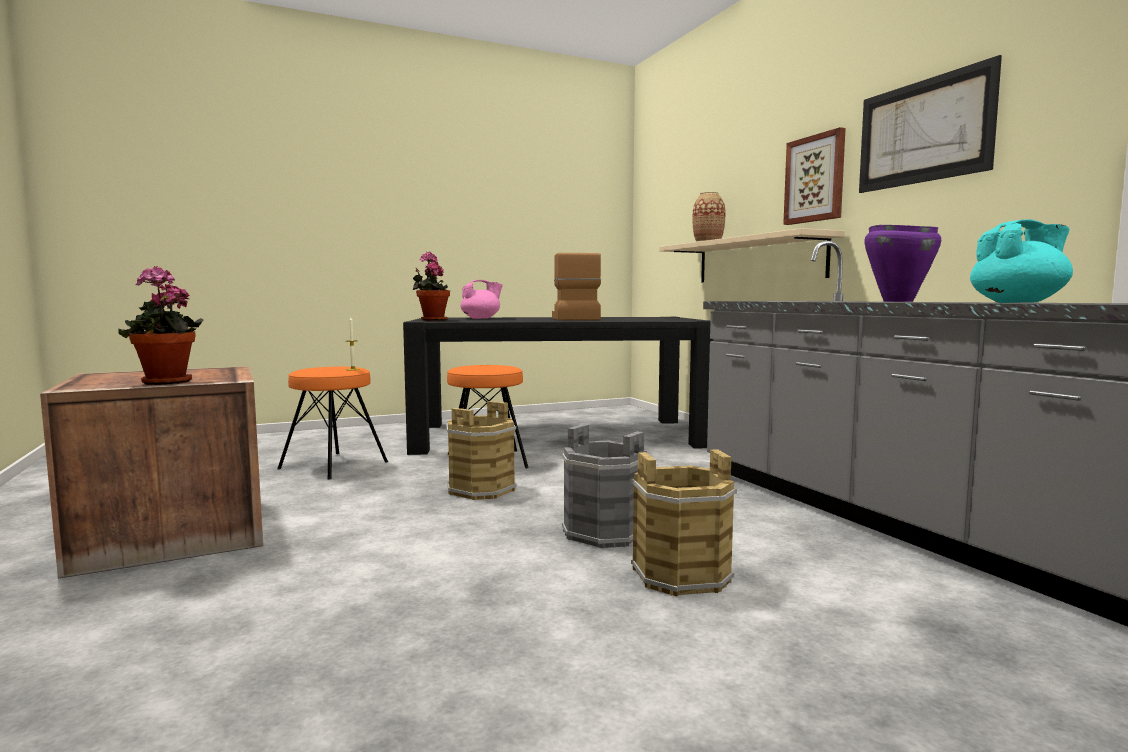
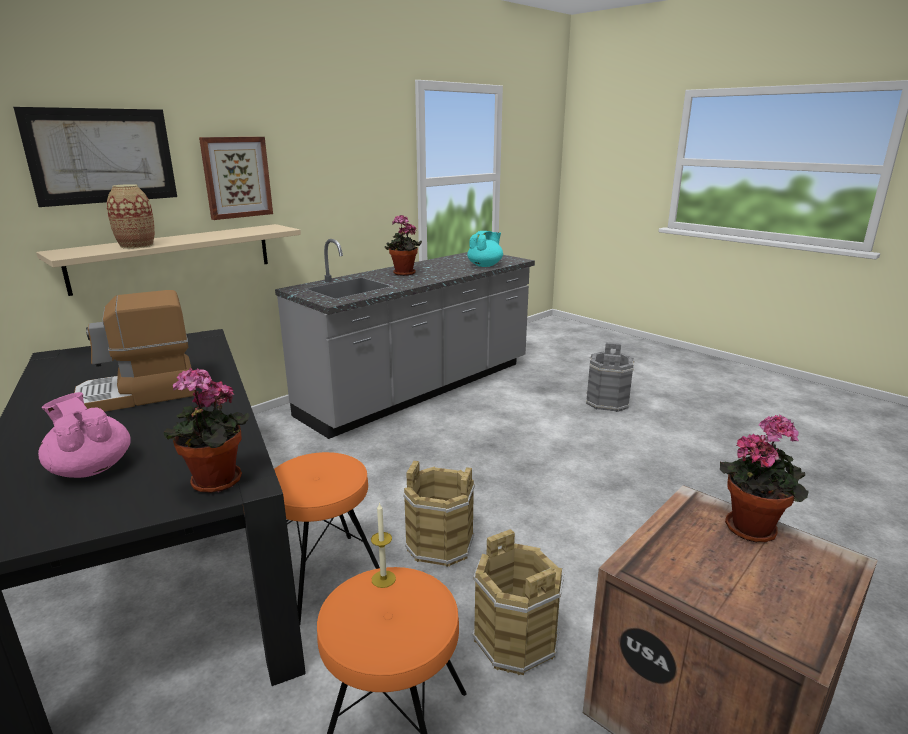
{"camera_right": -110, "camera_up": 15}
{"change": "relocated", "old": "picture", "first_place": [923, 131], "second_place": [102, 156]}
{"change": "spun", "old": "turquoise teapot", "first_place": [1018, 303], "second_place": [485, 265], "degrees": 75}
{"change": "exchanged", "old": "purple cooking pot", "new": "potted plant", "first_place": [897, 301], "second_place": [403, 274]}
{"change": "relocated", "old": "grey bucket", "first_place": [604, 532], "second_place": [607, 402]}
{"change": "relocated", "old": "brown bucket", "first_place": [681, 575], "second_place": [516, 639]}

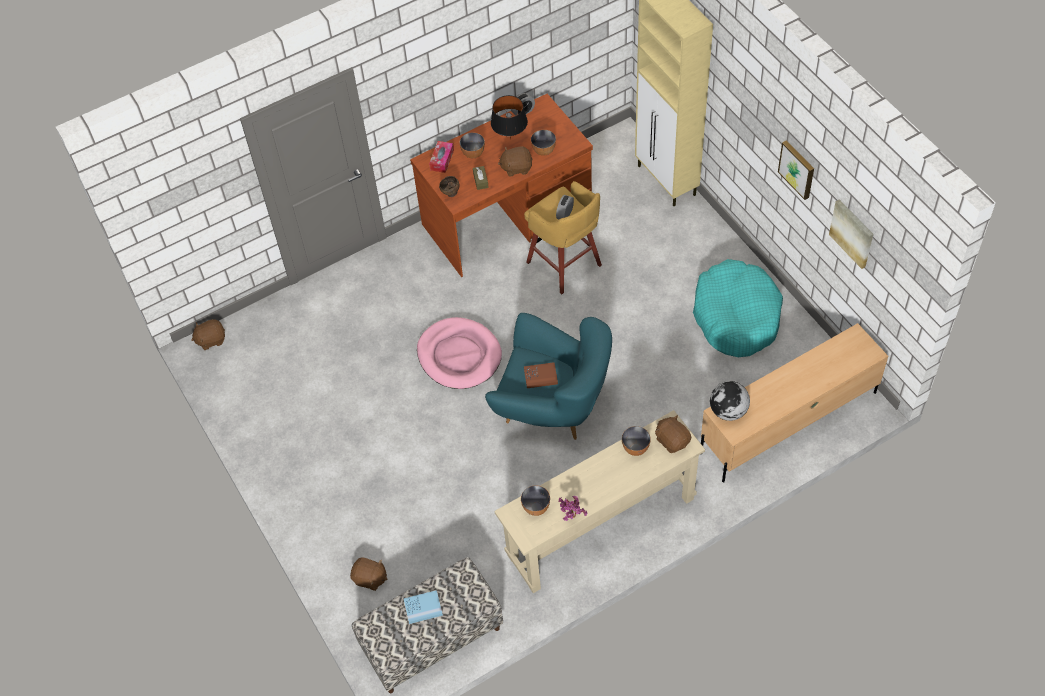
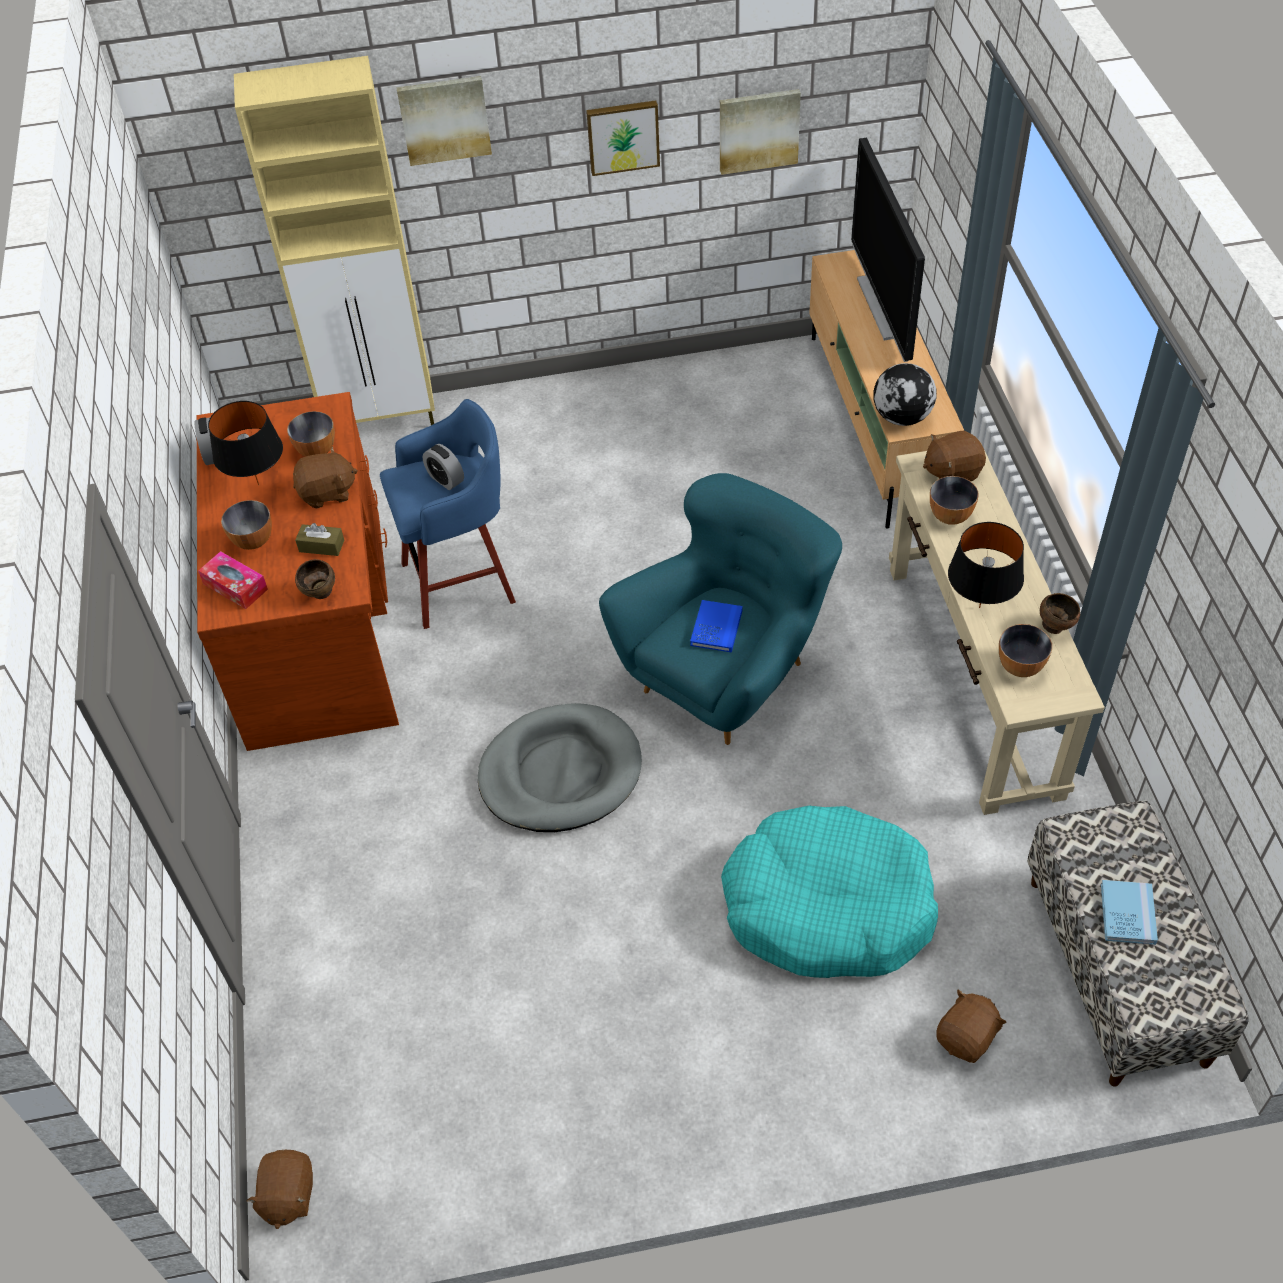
{"camera_right": -70, "camera_up": -5}
{"change": "spun", "old": "brown plush toy", "first_place": [516, 168], "second_place": [327, 493], "degrees": -120}
{"change": "colour", "old": "yellow stool", "new": "blue stool", "first_place": [565, 265], "second_place": [462, 582]}
{"change": "relocated", "old": "turquoise dog bed", "first_place": [736, 316], "second_place": [827, 906]}
{"change": "colour", "old": "pink dog bed", "new": "grey dog bed", "first_place": [459, 355], "second_place": [560, 772]}
{"change": "colour", "old": "brown book", "new": "blue book", "first_place": [540, 376], "second_place": [716, 628]}
{"change": "exchanged", "old": "potted plant", "new": "brown bowl", "first_place": [572, 518], "second_place": [1055, 626]}
{"change": "appeared", "new": "picture", "second_place": [444, 119]}
{"change": "appeared", "new": "television", "second_place": [885, 306]}
{"change": "appeared", "new": "black table lamp", "second_place": [979, 607]}

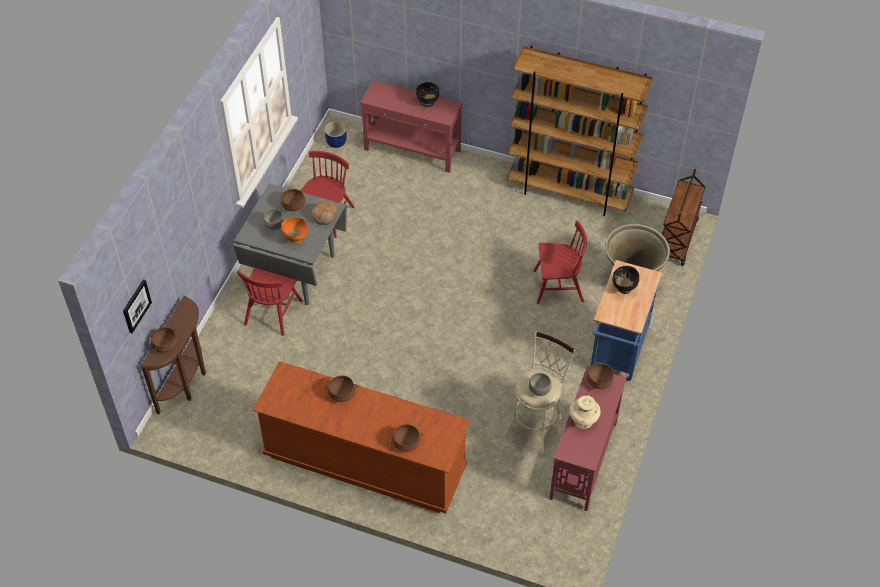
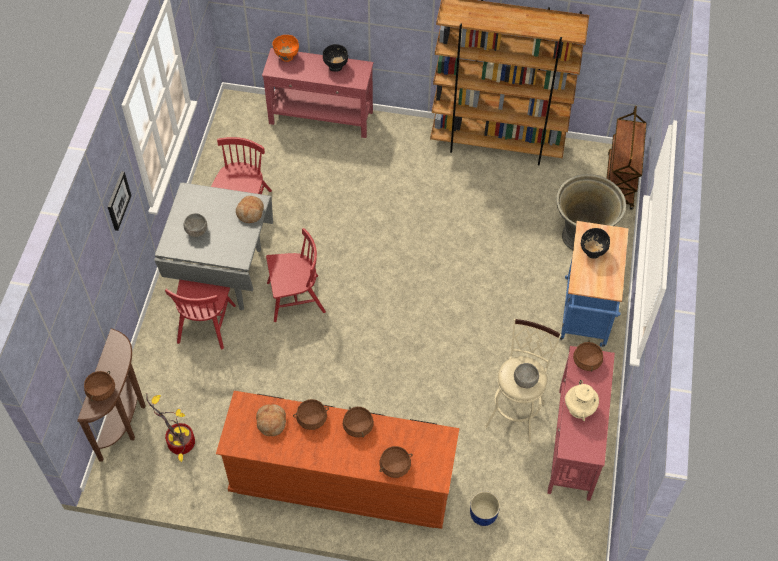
{"camera_right": -10, "camera_up": 5}
{"change": "relocated", "old": "blue planter", "first_place": [336, 142], "second_place": [482, 514]}
{"change": "relocated", "old": "brown cooking pot", "first_place": [293, 205], "second_place": [357, 426]}
{"change": "relocated", "old": "orange bowl", "first_place": [296, 239], "second_place": [286, 57]}
{"change": "relocated", "old": "red chair", "first_place": [558, 286], "second_place": [295, 298]}
{"change": "relocated", "old": "picture", "first_place": [136, 306], "second_place": [118, 200]}
{"change": "appeared", "new": "potted plant", "second_place": [178, 442]}
{"change": "appeared", "new": "bread", "second_place": [271, 422]}

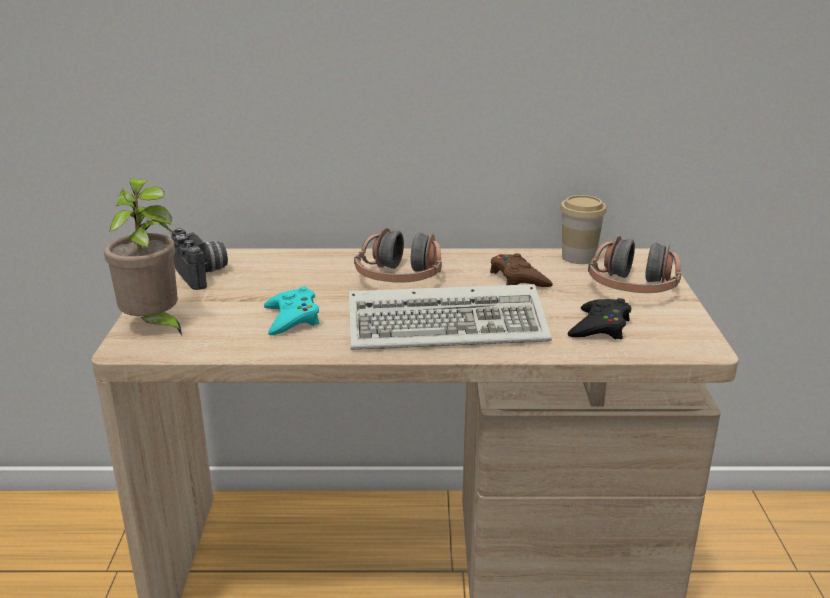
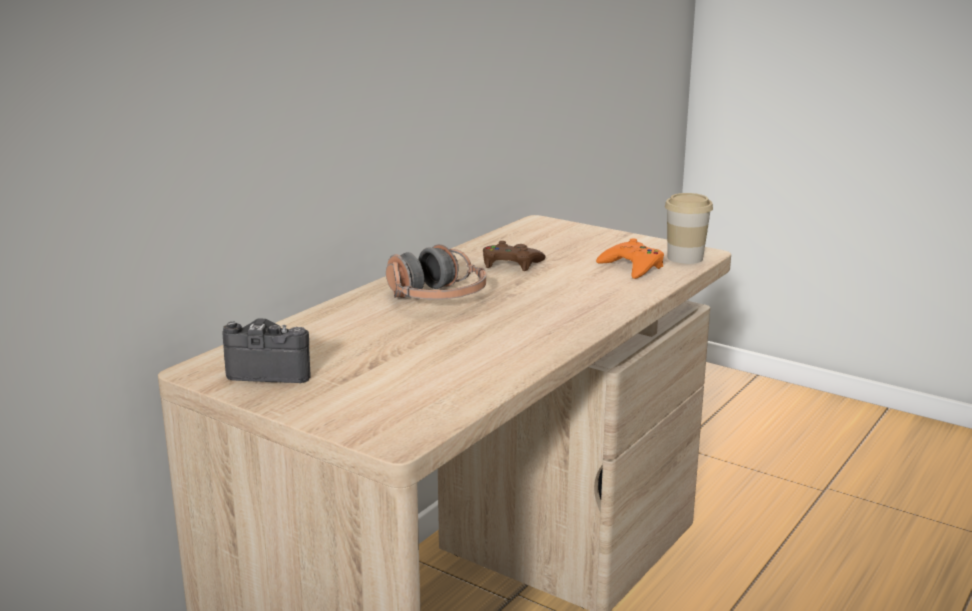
{"camera_right": -55, "camera_up": -5}
{"change": "missing", "old": "potted plant", "first_place": [154, 327]}
{"change": "relocated", "old": "cup", "first_place": [578, 257], "second_place": [685, 258]}
{"change": "missing", "old": "headphones", "first_place": [632, 287]}
{"change": "missing", "old": "keyboard", "first_place": [451, 325]}
{"change": "missing", "old": "turquoise game controller", "first_place": [292, 318]}
{"change": "colour", "old": "black game controller", "new": "orange game controller", "first_place": [600, 327], "second_place": [632, 267]}

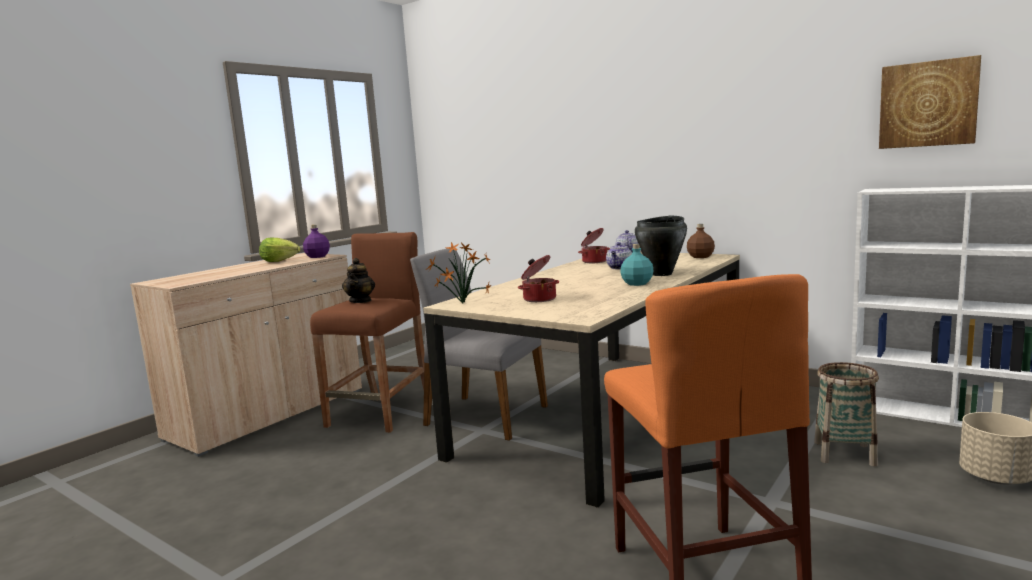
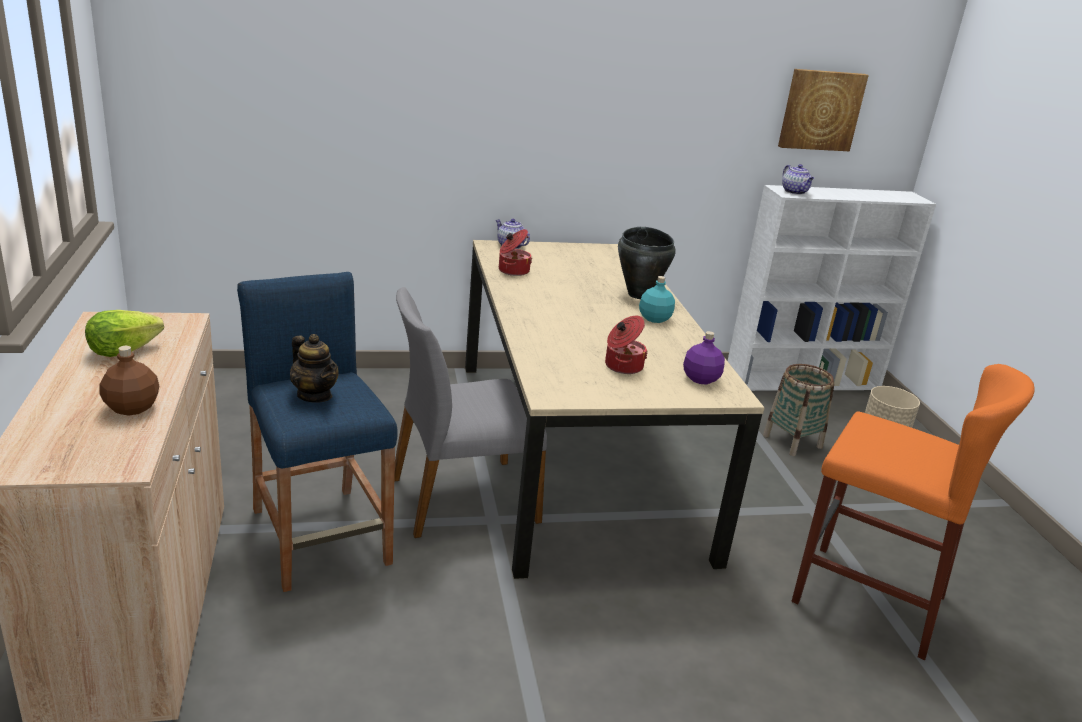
{"camera_right": -50, "camera_up": 15}
{"change": "relocated", "old": "brown bottle", "first_place": [700, 257], "second_place": [132, 407]}
{"change": "relocated", "old": "purple bottle", "first_place": [318, 256], "second_place": [701, 379]}
{"change": "colour", "old": "brown stool", "new": "blue stool", "first_place": [381, 411], "second_place": [320, 536]}
{"change": "missing", "old": "potted plant", "first_place": [461, 303]}
{"change": "relocated", "old": "teapot", "first_place": [619, 268], "second_place": [795, 192]}

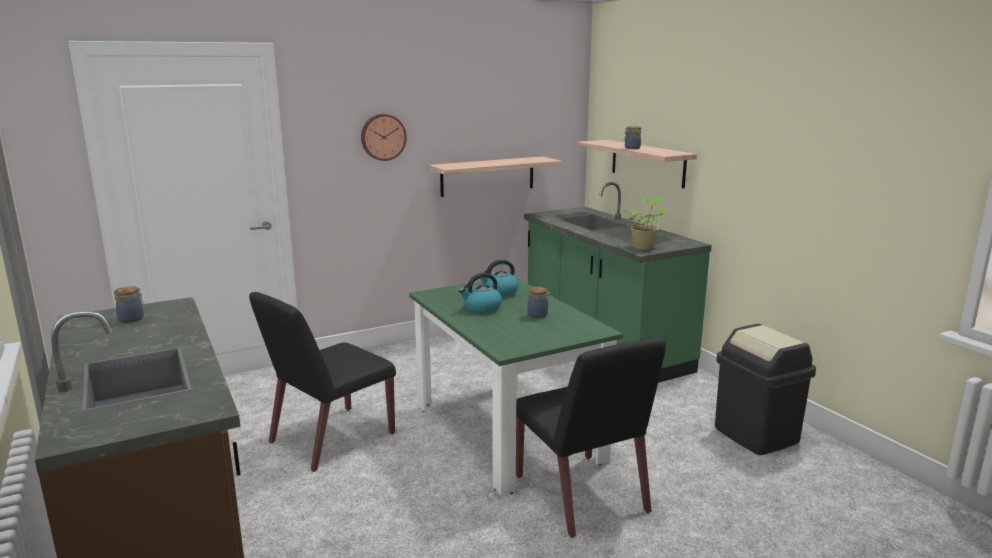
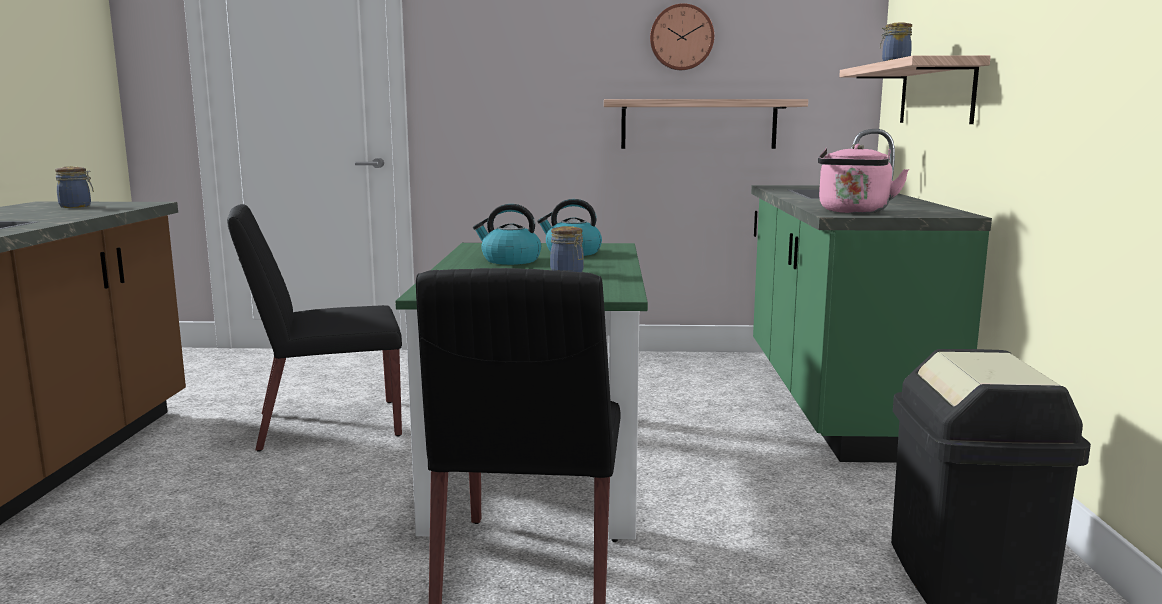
{"camera_right": 30, "camera_up": -5}
{"change": "relocated", "old": "wall clock", "first_place": [383, 137], "second_place": [681, 37]}
{"change": "exchanged", "old": "potted plant", "new": "pink kettle", "first_place": [644, 247], "second_place": [853, 212]}

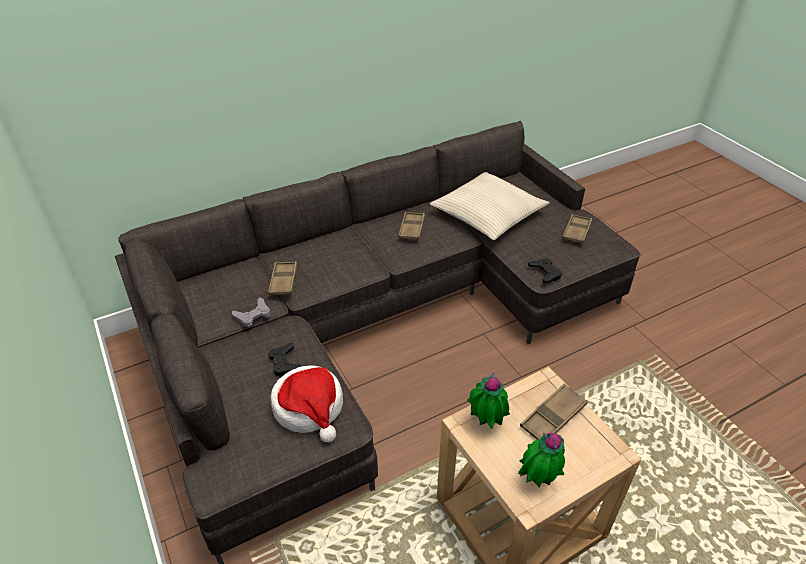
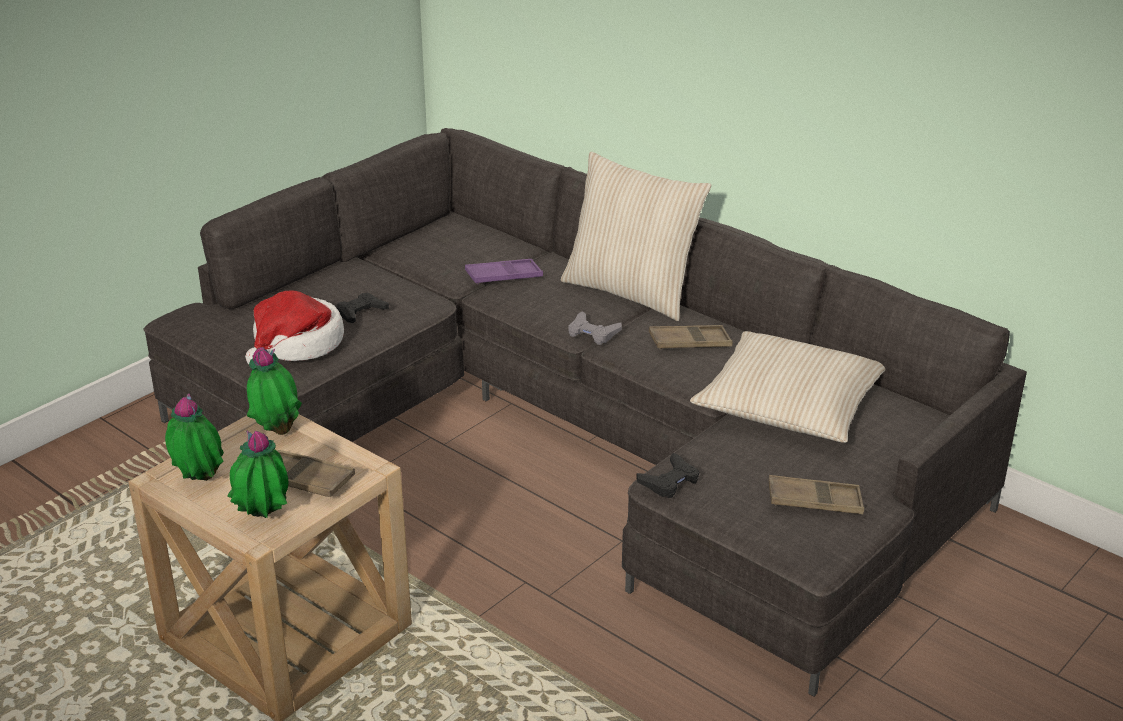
{"camera_right": 70, "camera_up": -10}
{"change": "colour", "old": "brown tray", "new": "purple tray", "first_place": [283, 281], "second_place": [504, 276]}
{"change": "relocated", "old": "grey game controller", "first_place": [253, 315], "second_place": [592, 333]}
{"change": "appeared", "new": "beige pillow", "second_place": [631, 292]}
{"change": "appeared", "new": "potted plant", "second_place": [263, 519]}

